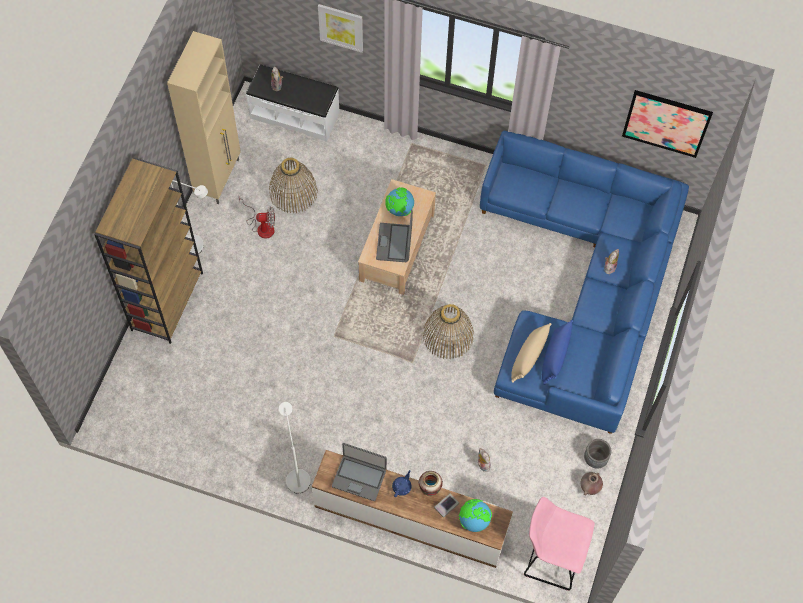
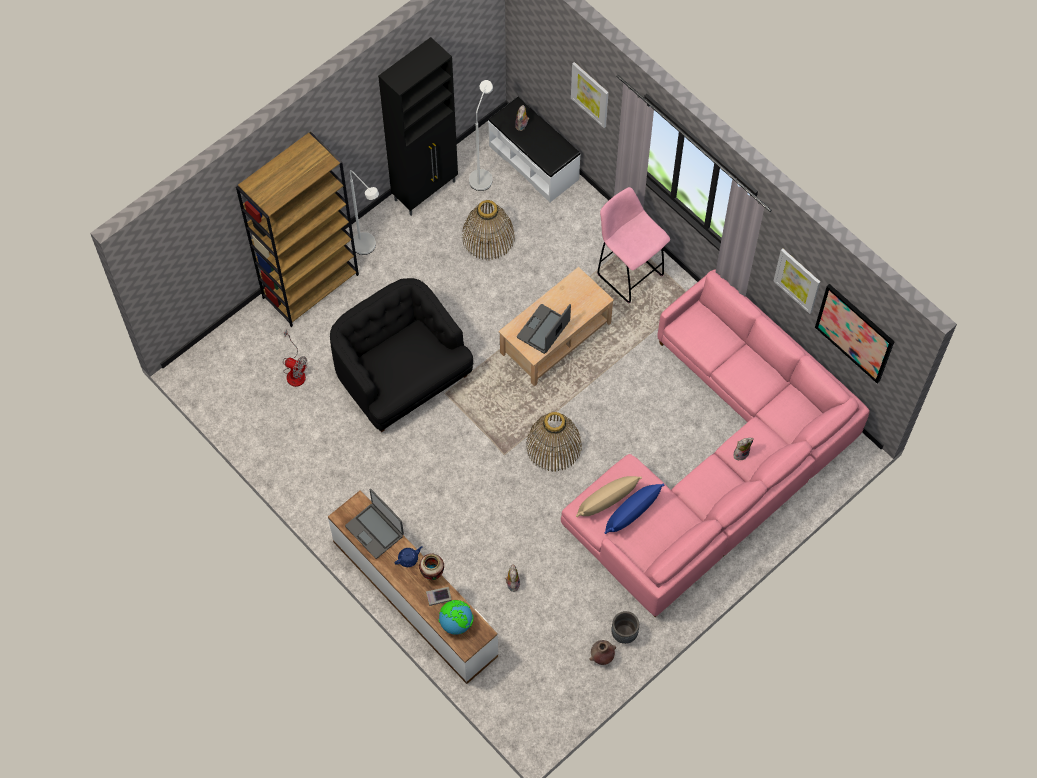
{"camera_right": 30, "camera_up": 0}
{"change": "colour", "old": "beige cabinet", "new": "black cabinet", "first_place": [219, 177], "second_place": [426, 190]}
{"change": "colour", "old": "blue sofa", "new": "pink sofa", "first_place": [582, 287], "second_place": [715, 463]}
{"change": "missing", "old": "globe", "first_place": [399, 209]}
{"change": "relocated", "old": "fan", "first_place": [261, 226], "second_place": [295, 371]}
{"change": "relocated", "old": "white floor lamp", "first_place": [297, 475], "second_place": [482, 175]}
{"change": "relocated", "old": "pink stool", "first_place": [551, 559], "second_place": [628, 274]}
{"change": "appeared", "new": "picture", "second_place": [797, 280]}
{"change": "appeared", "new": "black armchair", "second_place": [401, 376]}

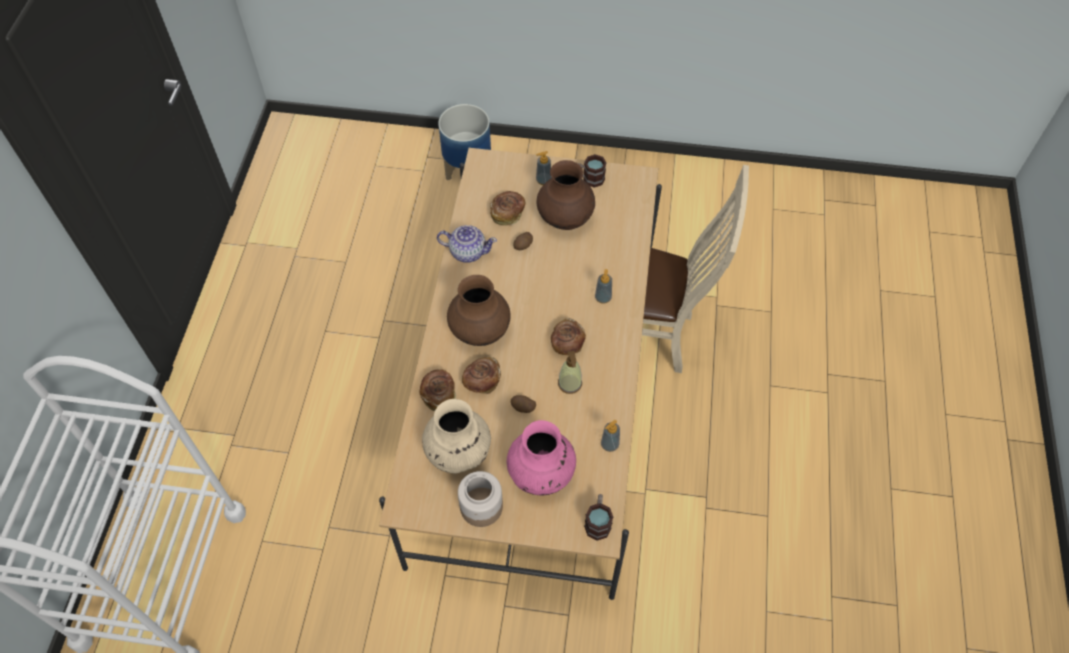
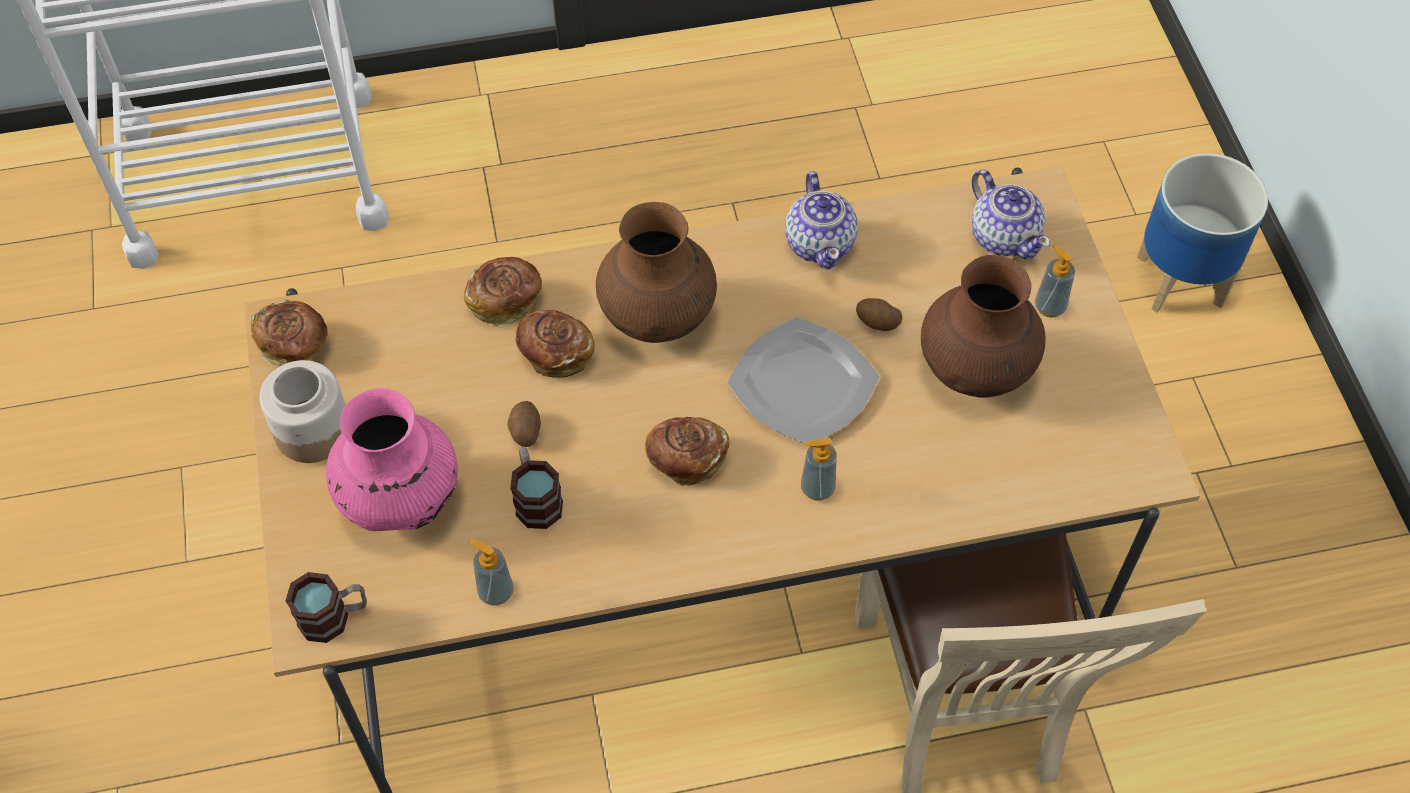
{"camera_right": 70, "camera_up": 0}
{"change": "relocated", "old": "mug", "first_place": [589, 179], "second_place": [536, 499]}
{"change": "relocated", "old": "bread", "first_place": [507, 213], "second_place": [295, 345]}
{"change": "missing", "old": "soap dispenser", "first_place": [570, 384]}
{"change": "missing", "old": "beige vase", "first_place": [458, 453]}
{"change": "appeared", "new": "teapot", "second_place": [1004, 236]}
{"change": "appeared", "new": "plate", "second_place": [803, 385]}

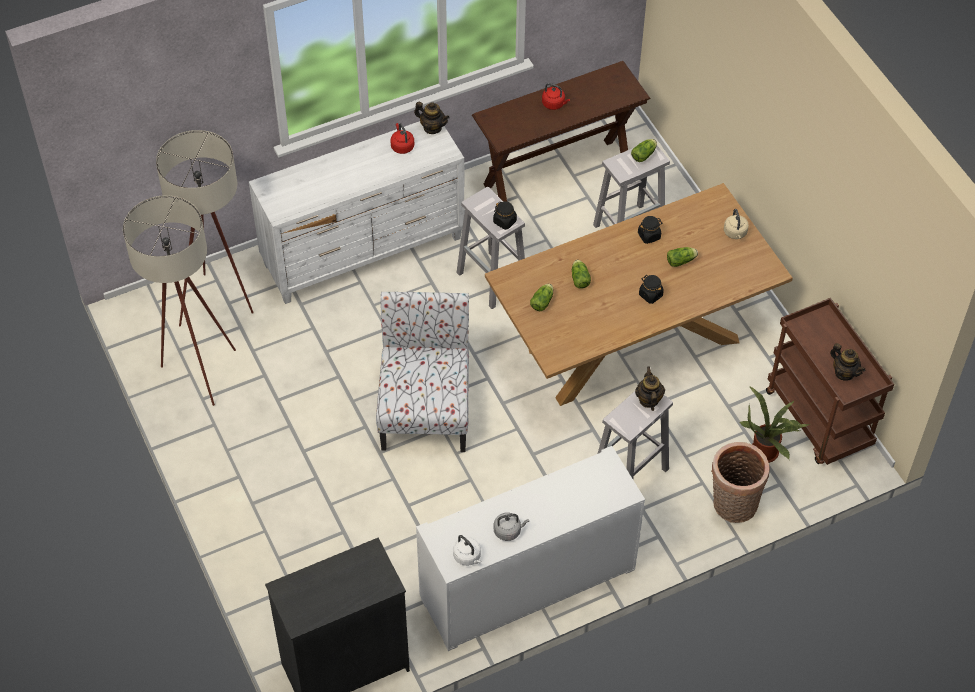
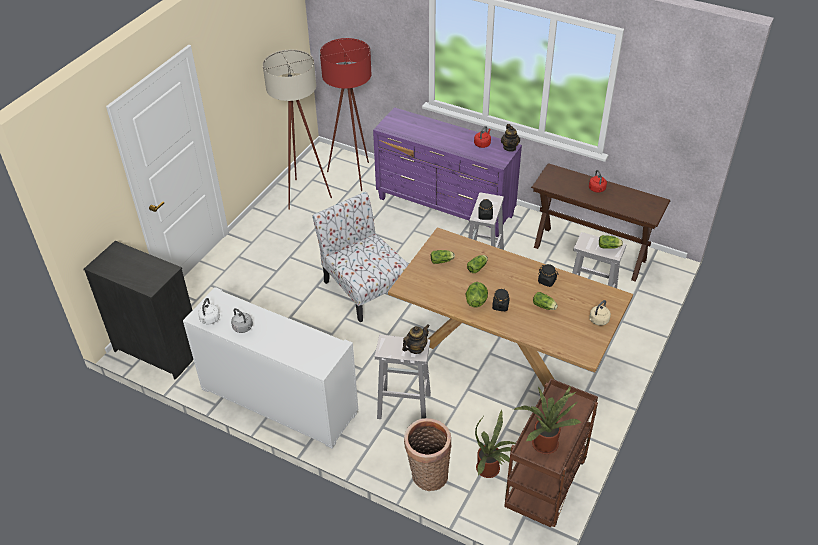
{"camera_right": 55, "camera_up": -10}
{"change": "colour", "old": "white dresser", "new": "purple dresser", "first_place": [364, 252], "second_place": [445, 208]}
{"change": "colour", "old": "beige floor lamp", "new": "red floor lamp", "first_place": [220, 306], "second_place": [354, 178]}
{"change": "spun", "old": "chair", "first_place": [425, 407], "second_place": [364, 288], "degrees": -90}
{"change": "exchanged", "old": "teapot", "new": "potted plant", "first_place": [844, 373], "second_place": [544, 442]}
{"change": "appeared", "new": "lettuce", "second_place": [476, 301]}

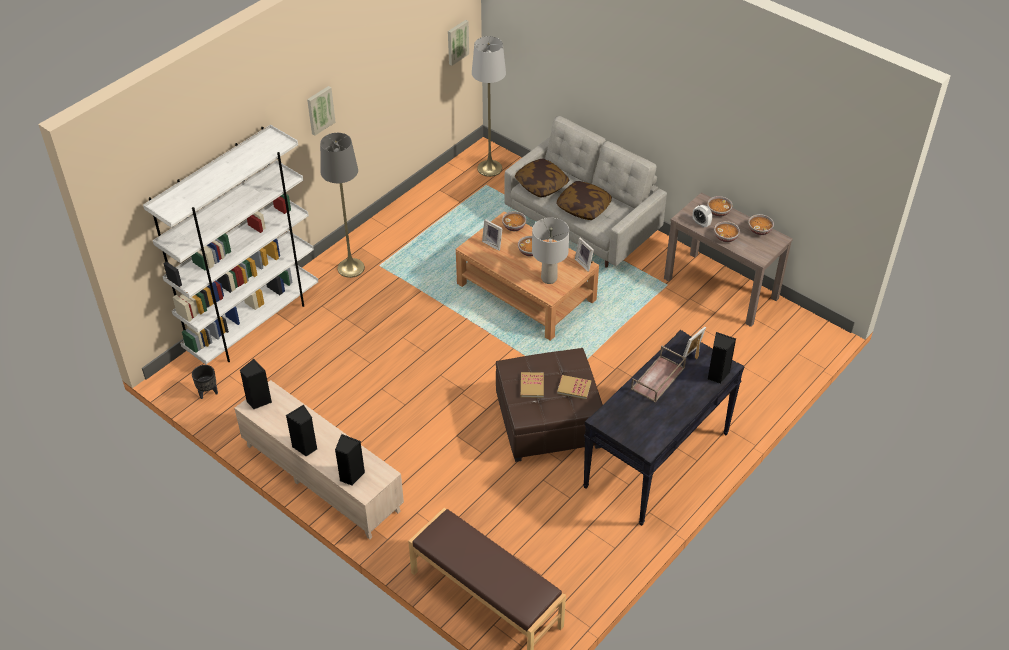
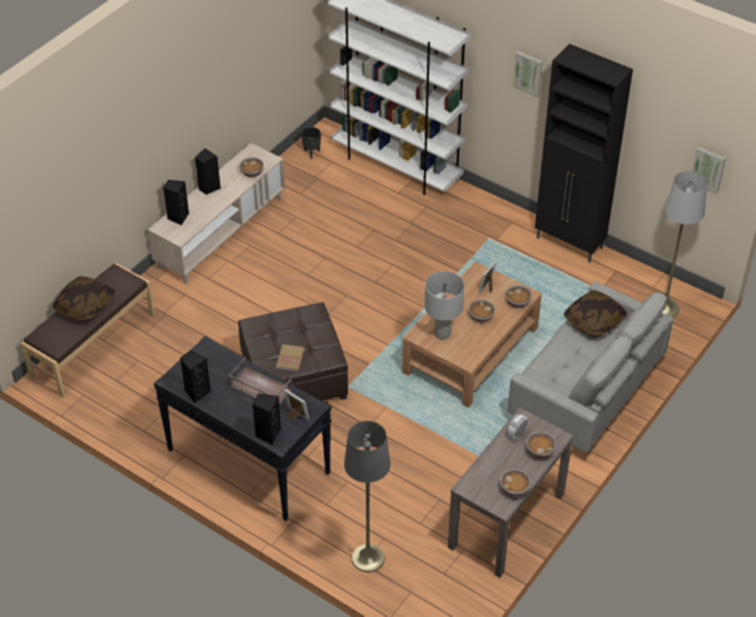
{"camera_right": 85, "camera_up": 0}
{"change": "relocated", "old": "grey floor lamp", "first_place": [351, 268], "second_place": [368, 558]}
{"change": "relocated", "old": "pillow", "first_place": [583, 207], "second_place": [85, 306]}
{"change": "relocated", "old": "bowl", "first_place": [725, 237], "second_place": [252, 173]}
{"change": "missing", "old": "picture frame", "first_place": [585, 263]}
{"change": "relocated", "old": "black speaker", "first_place": [258, 401], "second_place": [196, 392]}
{"change": "missing", "old": "book", "first_place": [532, 386]}
{"change": "appeared", "new": "black cabinet", "second_place": [570, 243]}

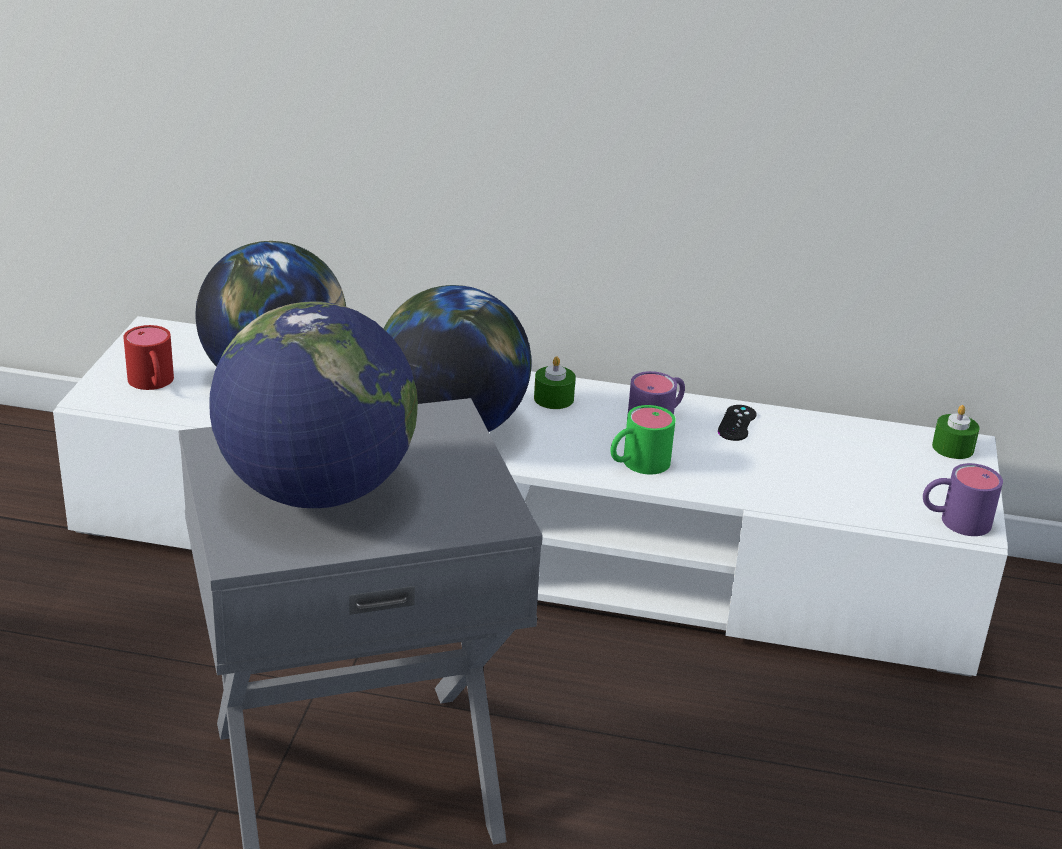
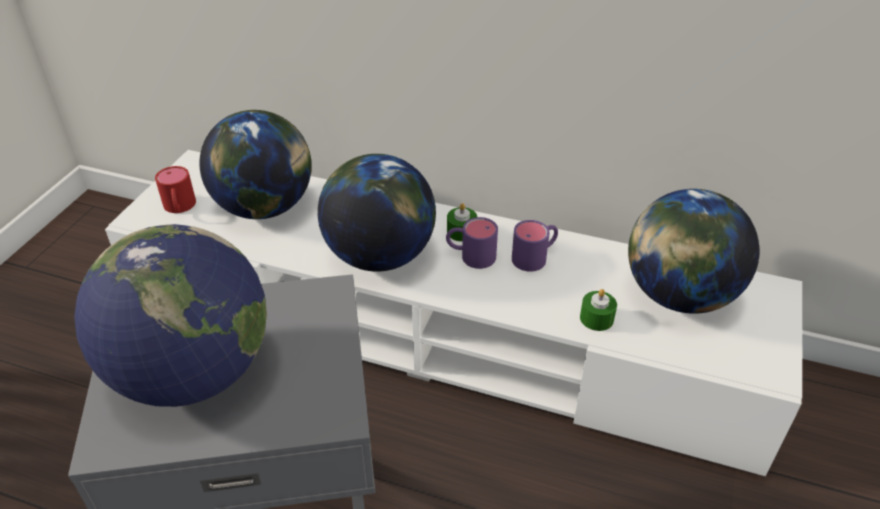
{"camera_right": 10, "camera_up": 10}
{"change": "missing", "old": "green mug", "first_place": [637, 464]}
{"change": "missing", "old": "black game controller", "first_place": [737, 423]}
{"change": "relocated", "old": "green candle", "first_place": [953, 447], "second_place": [596, 318]}
{"change": "relocated", "old": "purple mug", "first_place": [954, 520], "second_place": [470, 255]}
{"change": "appeared", "new": "globe", "second_place": [678, 295]}

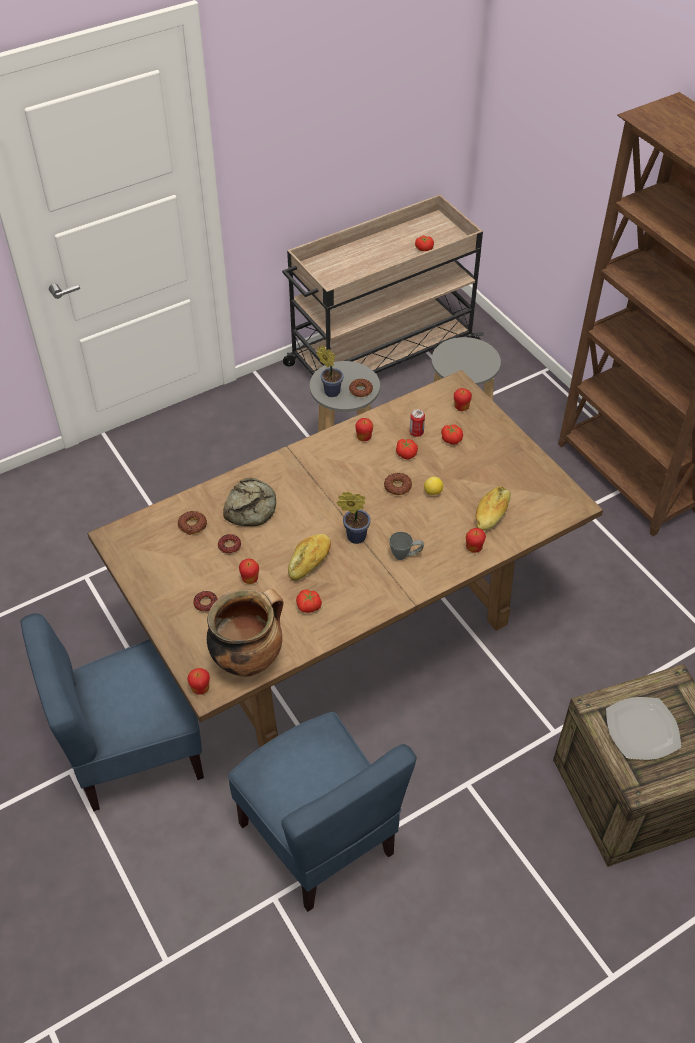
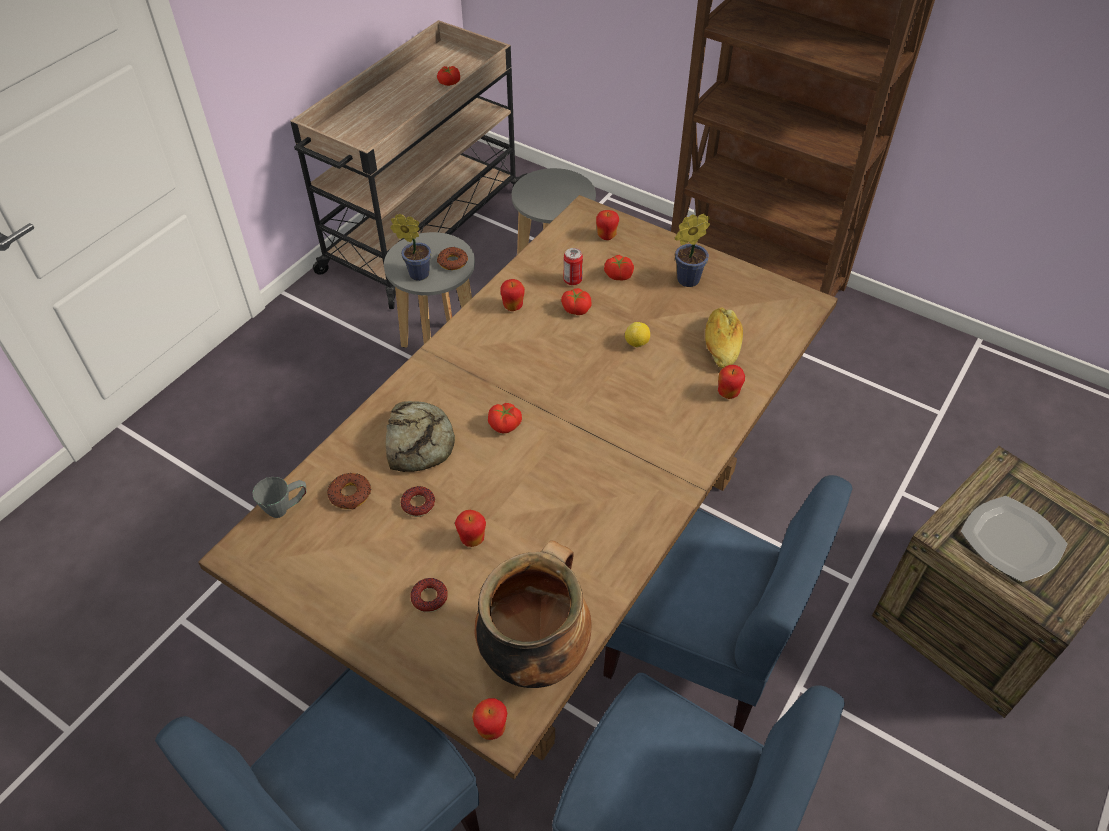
{"camera_right": -25, "camera_up": 0}
{"change": "missing", "old": "donut", "first_place": [397, 486]}
{"change": "relocated", "old": "potted plant", "first_place": [353, 536], "second_place": [685, 280]}
{"change": "relocated", "old": "grey mug", "first_place": [405, 555], "second_place": [286, 508]}
{"change": "missing", "old": "bread", "first_place": [310, 561]}
{"change": "relocated", "old": "tomato", "first_place": [309, 606], "second_place": [505, 425]}
{"change": "appeared", "new": "blue chair", "second_place": [698, 649]}

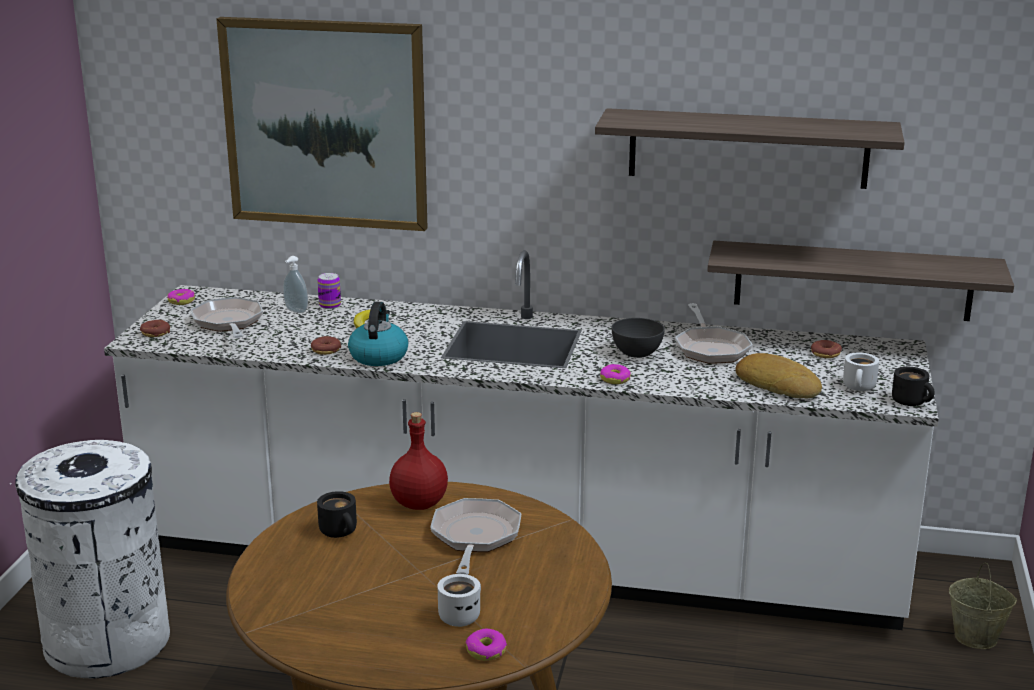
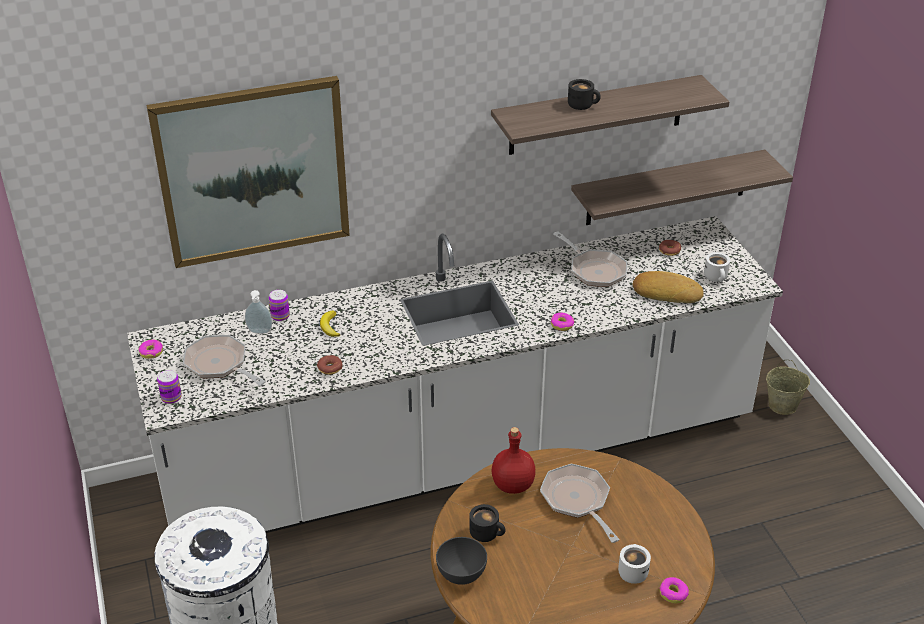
{"camera_right": -30, "camera_up": 15}
{"change": "missing", "old": "kettle", "first_place": [378, 356]}
{"change": "relocated", "old": "grey bowl", "first_place": [637, 353], "second_place": [461, 574]}
{"change": "exchanged", "old": "donut", "new": "can", "first_place": [155, 333], "second_place": [171, 398]}
{"change": "relocated", "old": "black mug", "first_place": [912, 402], "second_place": [582, 105]}

